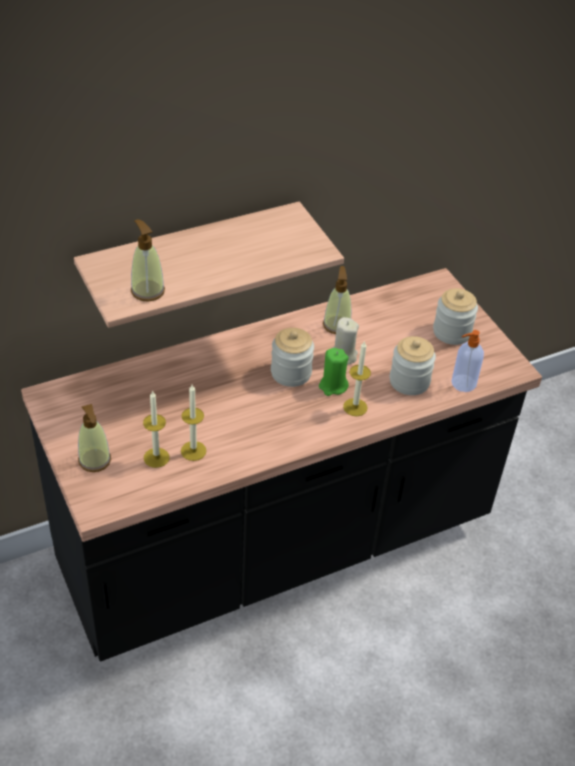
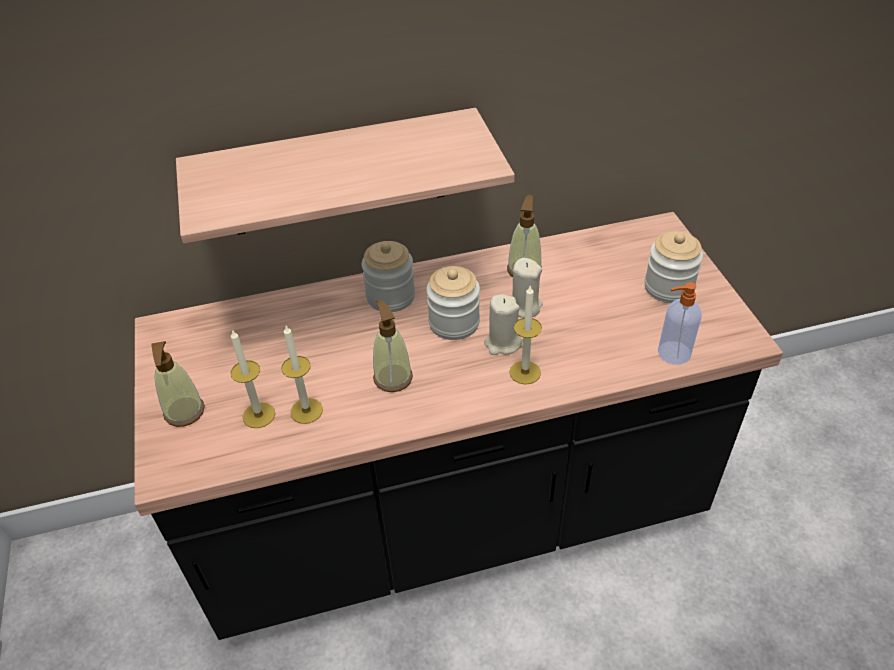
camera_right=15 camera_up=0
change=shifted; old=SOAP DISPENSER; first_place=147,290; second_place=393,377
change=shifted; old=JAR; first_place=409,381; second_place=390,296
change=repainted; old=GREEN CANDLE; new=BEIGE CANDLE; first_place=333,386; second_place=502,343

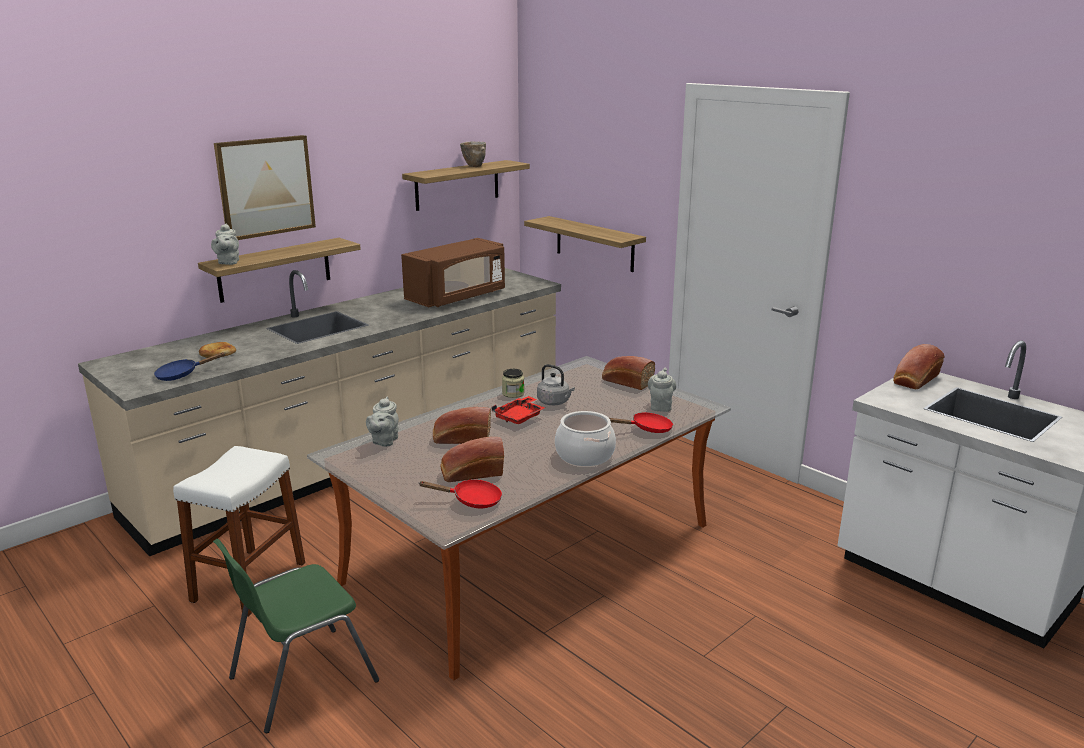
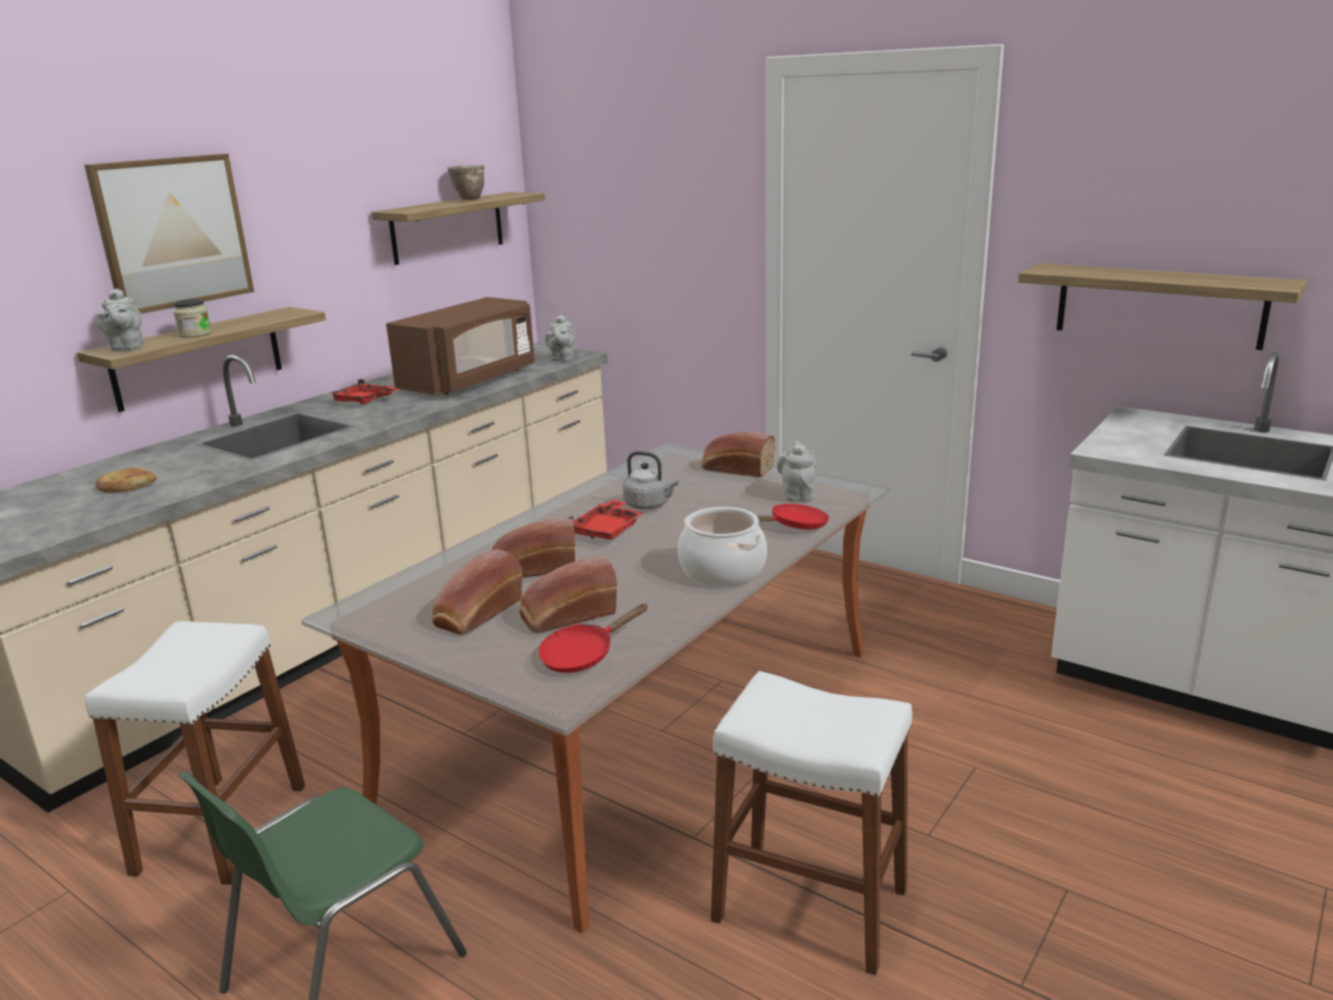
camera_right=-10 camera_up=0
change=gone; old=BLUE FRYING PAN; first_place=181,375
change=new; new=RED TRAY; second_place=364,401
change=new; new=WHITE STOOL; second_place=810,905
change=shifted; old=GREY TEAPOT; first_place=384,441; second_place=562,359
change=shifted; old=JAR; first_place=513,393; second_place=195,334
change=shifted; old=SHELF; first_place=594,244; second_place=1159,305
change=shifted; old=BREAD; first_place=915,380; second_place=477,614
change=rotated; old=RED FRYING PAN; first_place=472,500; second_place=583,655; degrees=150

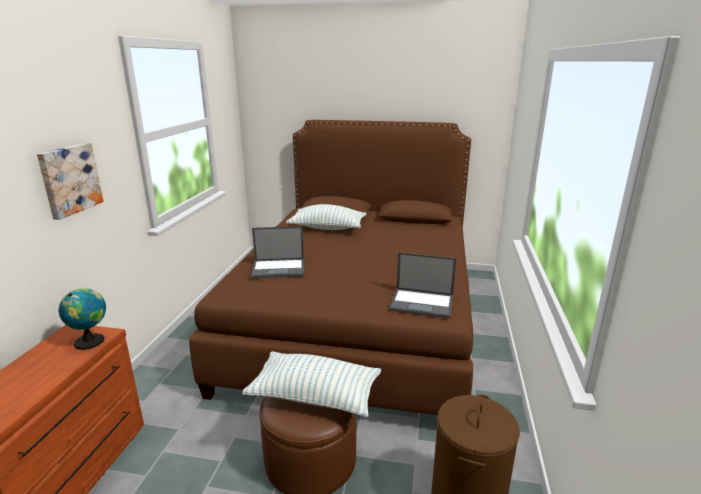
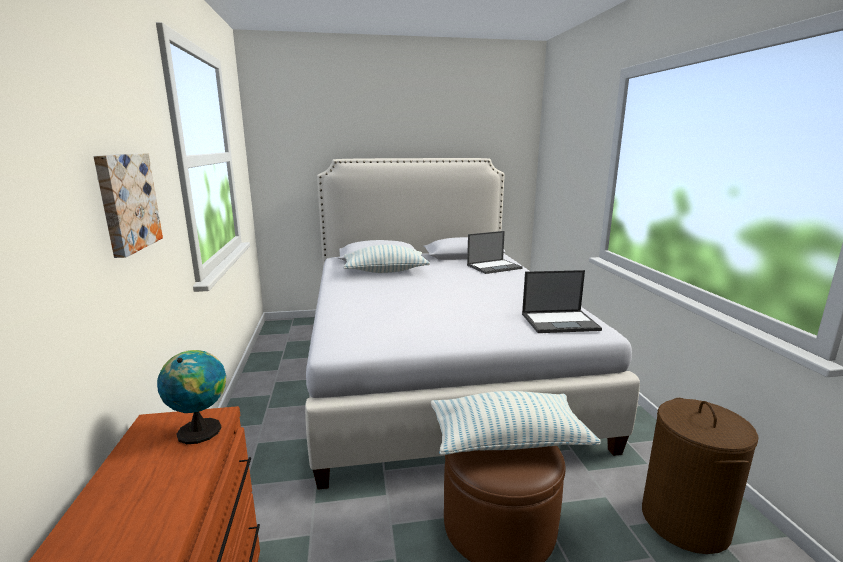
camera_right=-20 camera_up=-5
change=shifted; old=LAPTOP; first_place=279,268; second_place=494,267
change=repainted; old=BROWN BED; new=WHITE BED; first_place=357,319; second_place=434,367

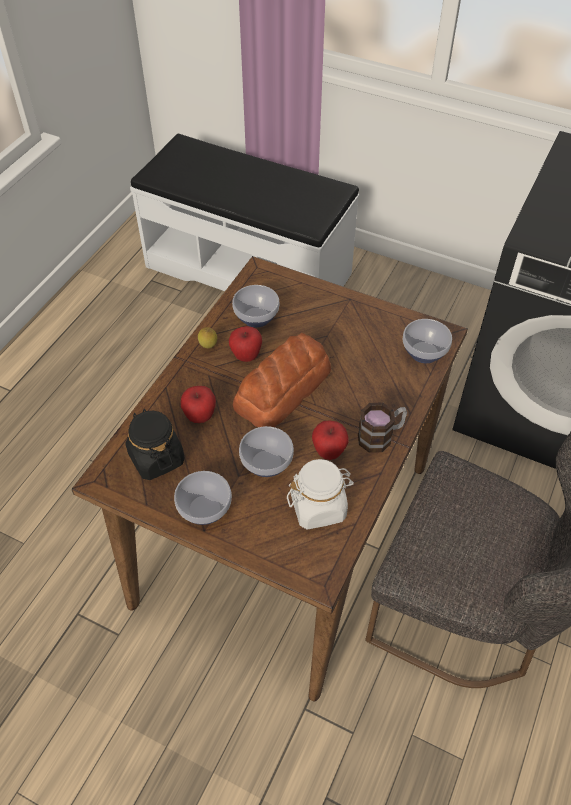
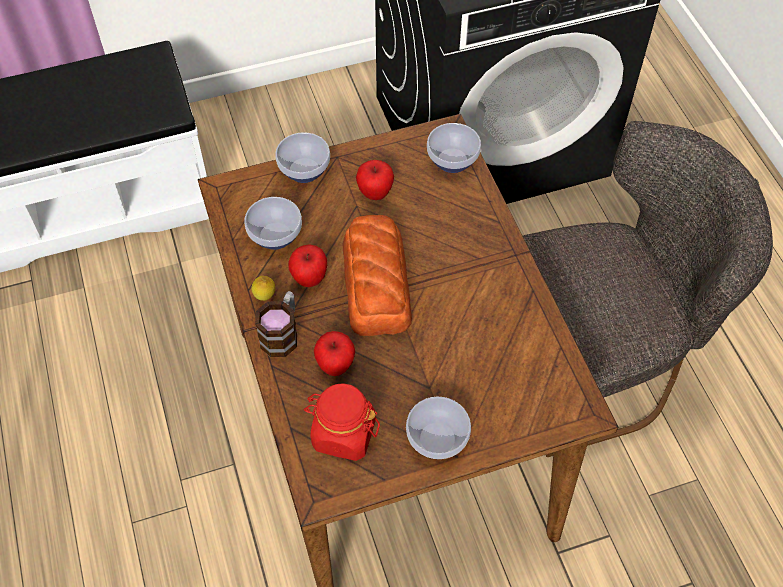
camera_right=-45 camera_up=5
change=gone; old=WHITE JAR; first_place=318,507
change=shifted; old=BOWL; first_place=265,464; second_place=304,172
change=shifted; old=APPLE; first_place=329,452; second_place=375,193
change=shifted; old=MUG; first_place=381,436; second_place=282,333
change=repainted; old=BLACK JAR; new=RED JAR; first_place=156,458; second_place=343,434

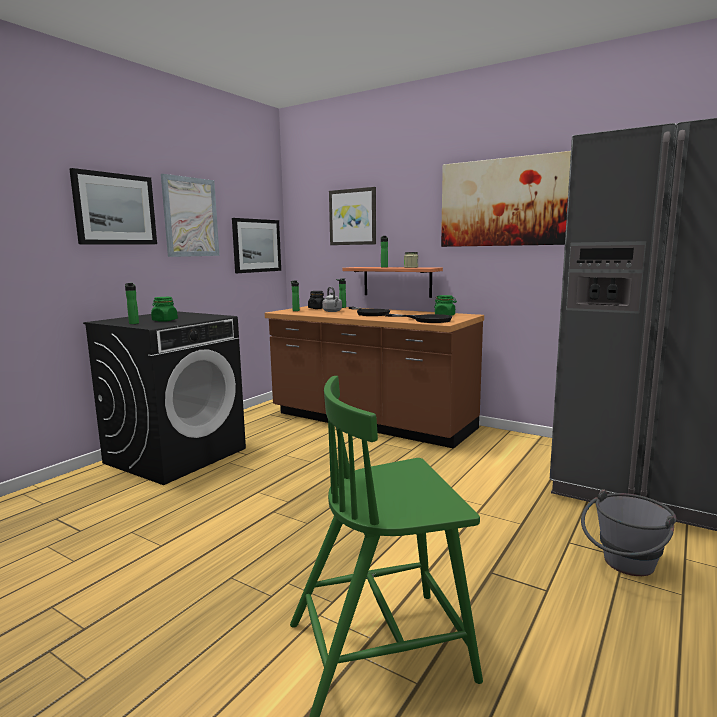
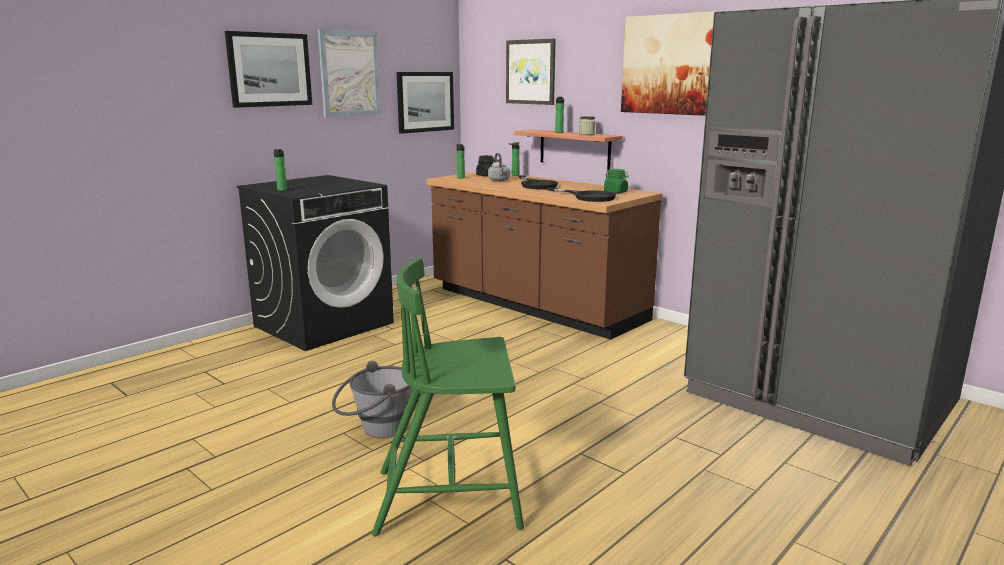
camera_right=10 camera_up=5
change=gone; old=GREEN JAR; first_place=164,320
change=shifted; old=GREY BUCKET; first_place=624,566; second_place=375,430

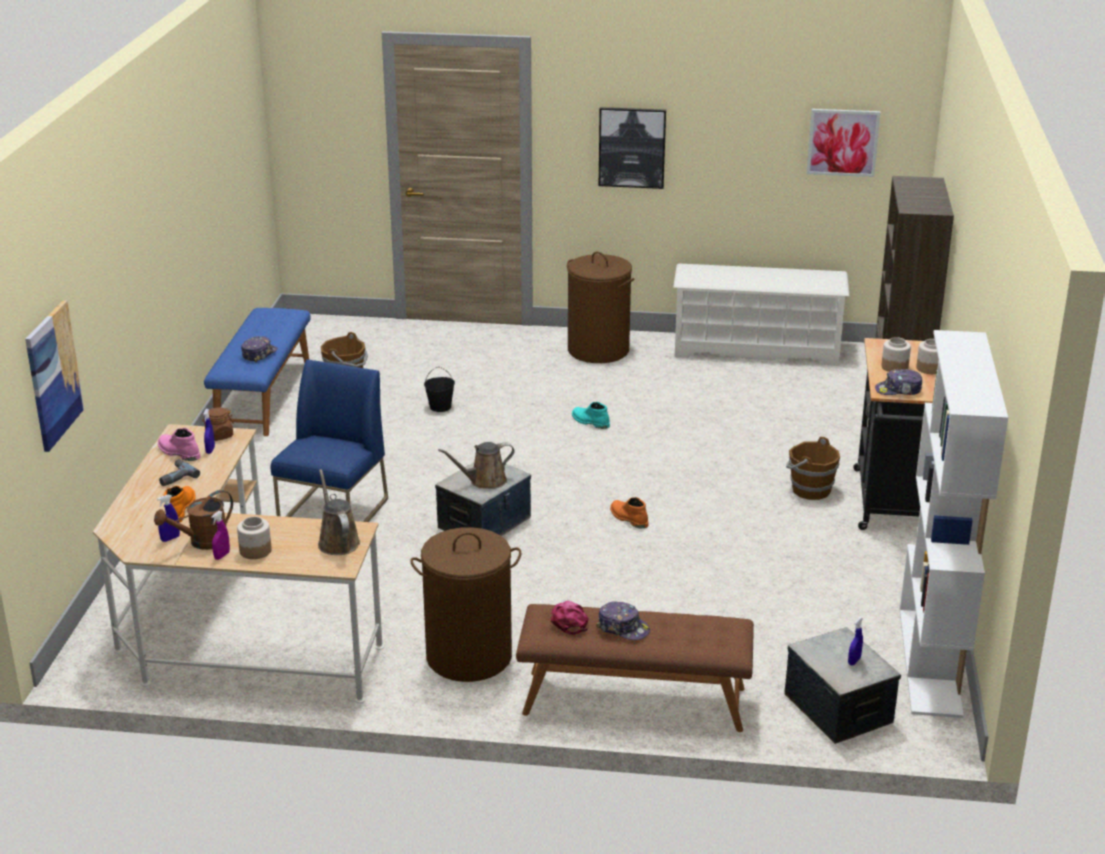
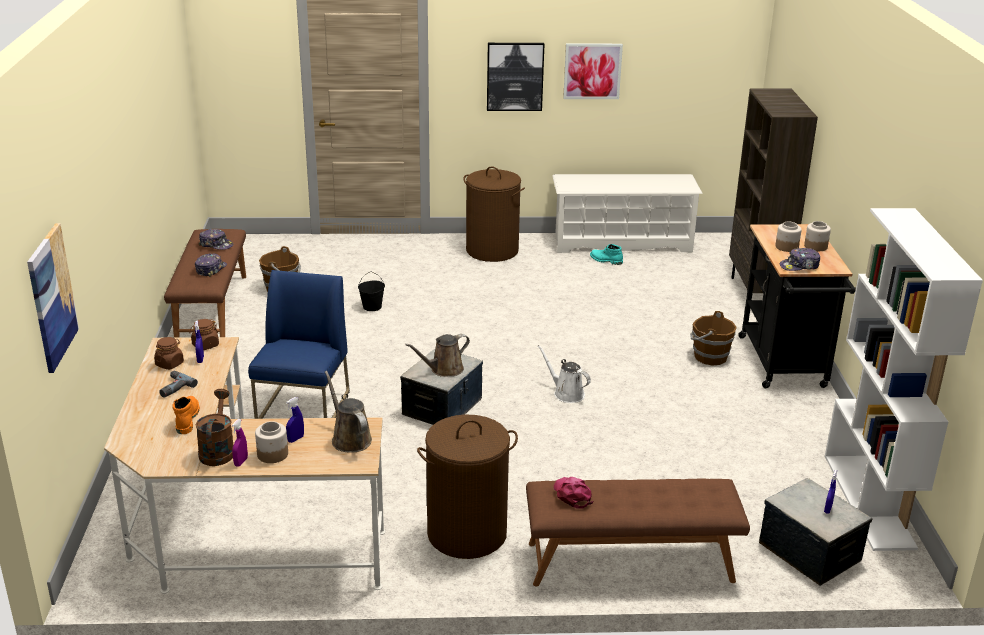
camera_right=-10 camera_up=0
change=shifted; old=BLUE SPRAY BOTTLE; first_place=170,539; second_place=295,439
change=shifted; old=TURQUOISE BOOT; first_place=589,422; second_place=605,260
change=shifted; old=CAP; first_place=623,628; second_place=216,245
change=shifted; old=PICTURE; first_place=843,142; second_place=592,71
change=swapped; old=PINK BOOT; new=BROWN JAR; first_place=178,452; second_place=169,364
change=swapped; old=ORANGE BOOT; new=WHITE WATERING CAN; first_place=628,518; second_place=566,393
change=repainted; old=BLUE BENCH; new=BROWN BENCH; first_place=263,396; second_place=211,307
change=rotated; old=BROWN WATERING CAN; first_place=202,542; second_place=217,450; degrees=135

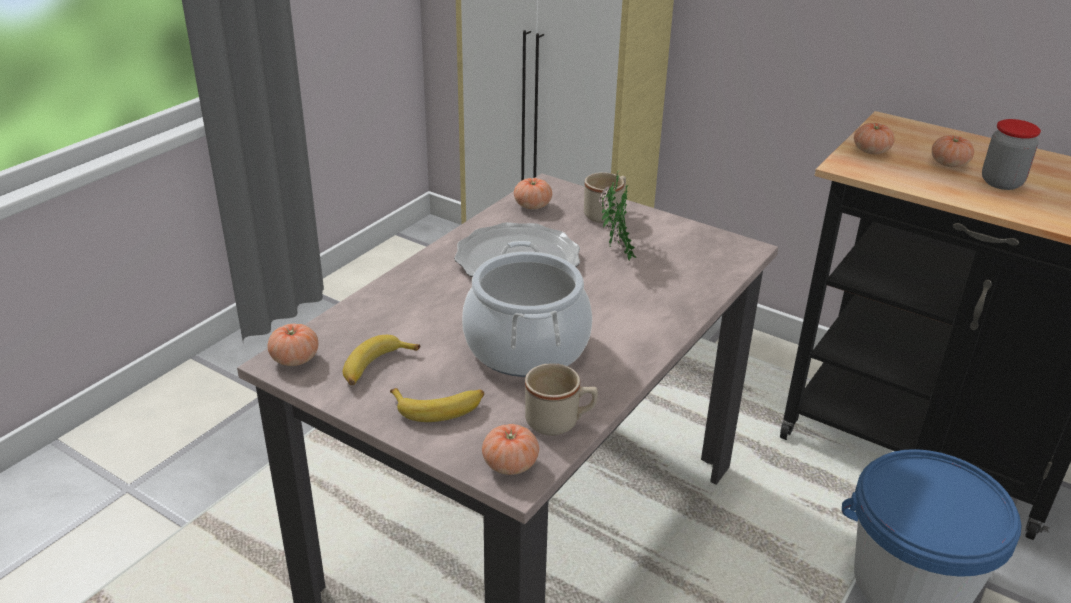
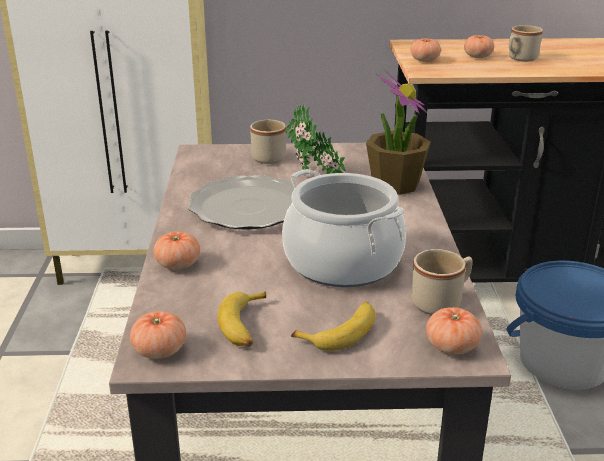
camera_right=-35 camera_up=-5
change=new; new=POTTED PLANT; second_place=395,184
change=shifted; old=TOMATO; first_place=532,205; second_place=178,264
change=swapped; old=JAR; new=BEIGE MUG; first_place=1001,183; second_place=520,59

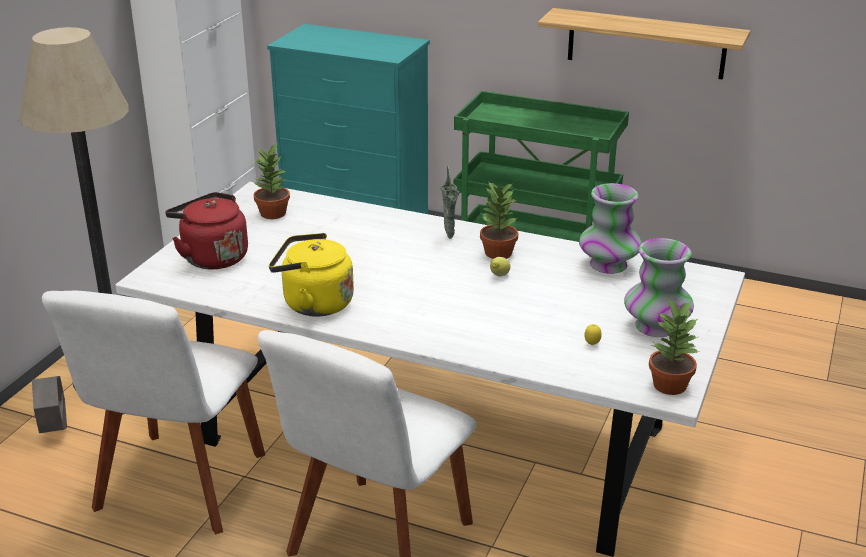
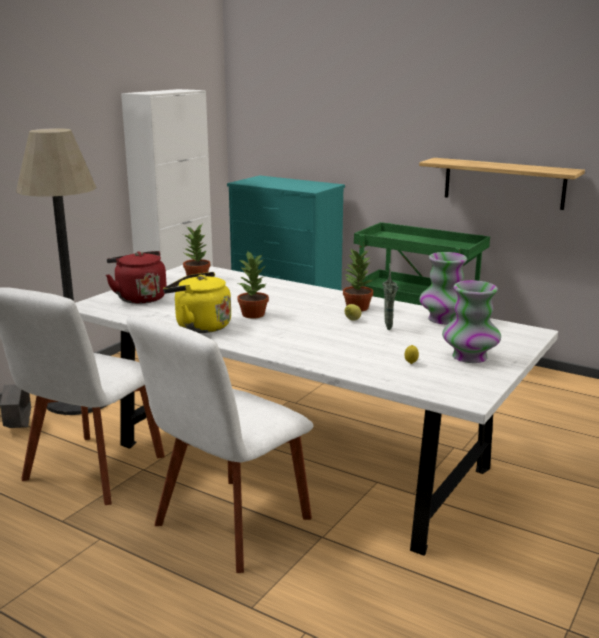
camera_right=10 camera_up=-10
change=shifted; old=GREEN VASE; first_place=449,238; second_place=388,329
change=shifted; old=POTTED PLANT; first_place=670,384; second_place=253,314

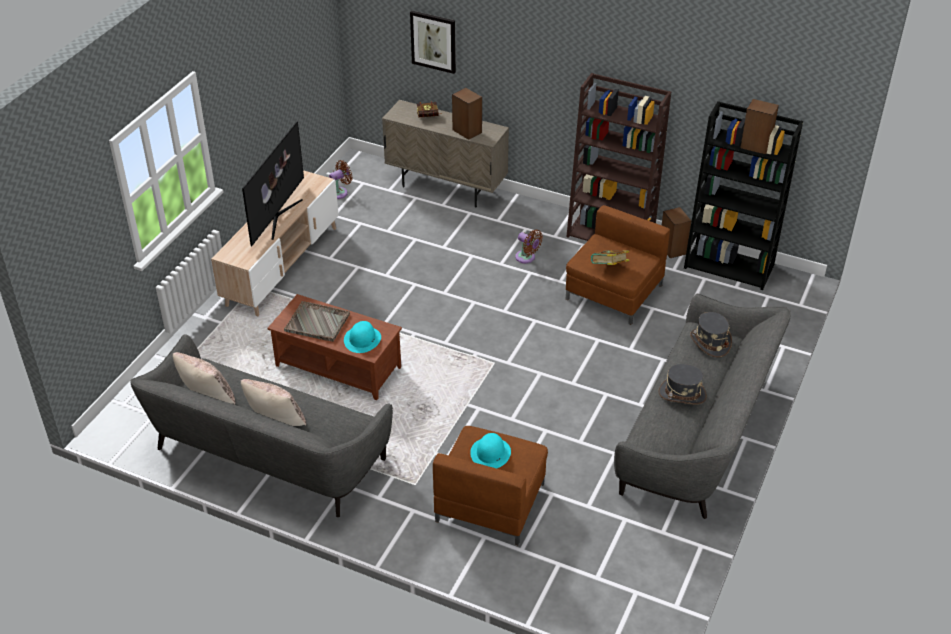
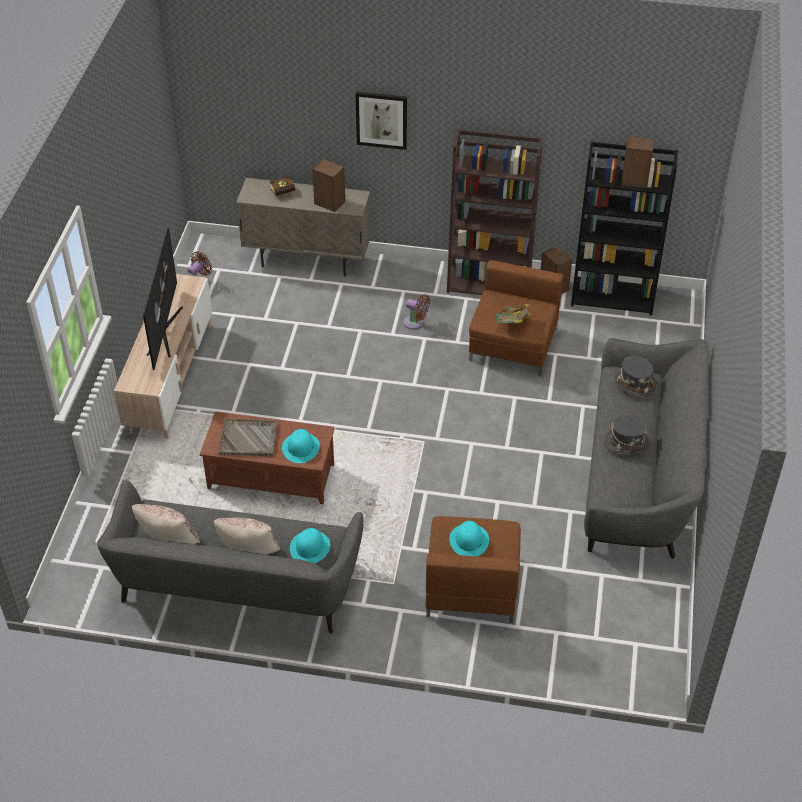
camera_right=-15 camera_up=5
change=new; new=TURQUOISE HAT; second_place=310,547
change=shifted; old=PICTURE; first_place=433,41; second_place=381,119

